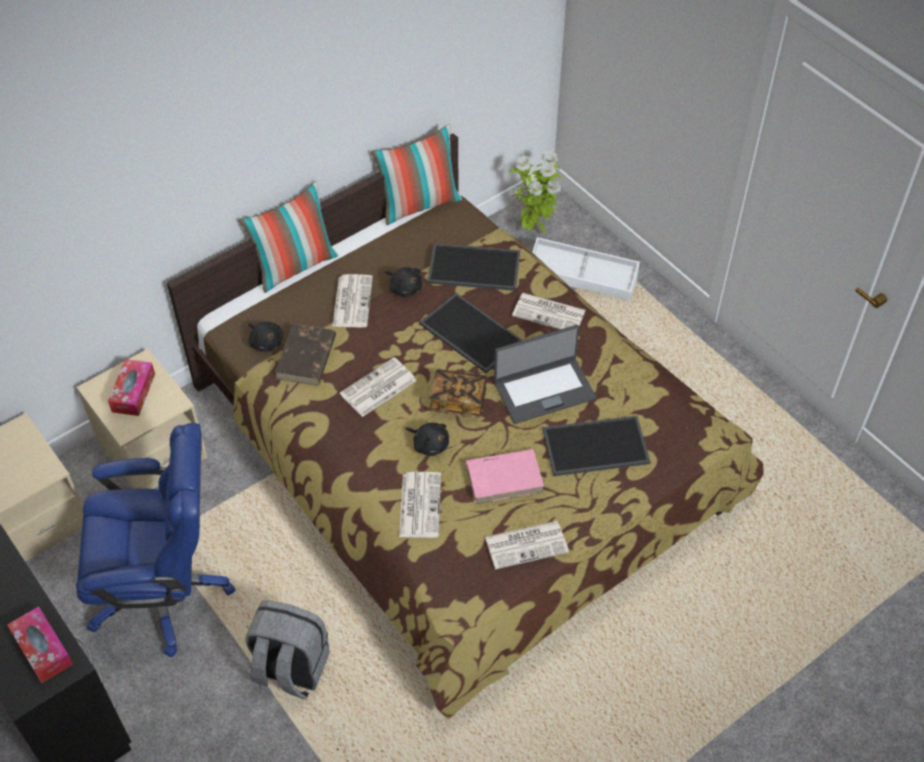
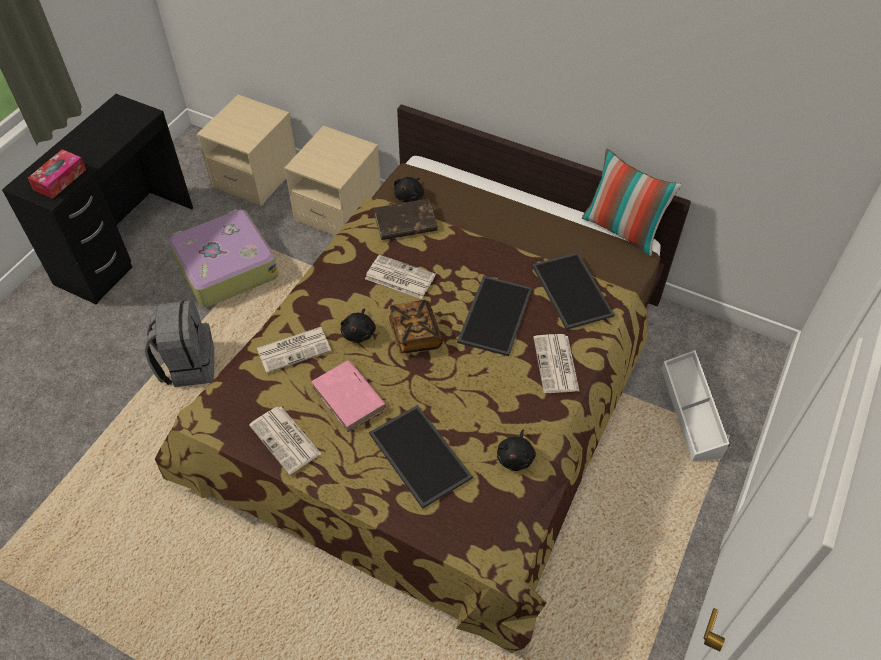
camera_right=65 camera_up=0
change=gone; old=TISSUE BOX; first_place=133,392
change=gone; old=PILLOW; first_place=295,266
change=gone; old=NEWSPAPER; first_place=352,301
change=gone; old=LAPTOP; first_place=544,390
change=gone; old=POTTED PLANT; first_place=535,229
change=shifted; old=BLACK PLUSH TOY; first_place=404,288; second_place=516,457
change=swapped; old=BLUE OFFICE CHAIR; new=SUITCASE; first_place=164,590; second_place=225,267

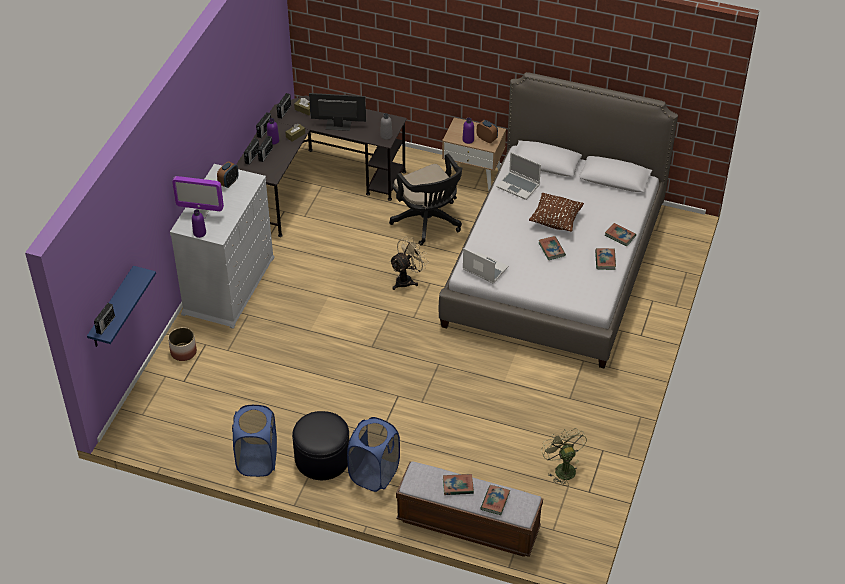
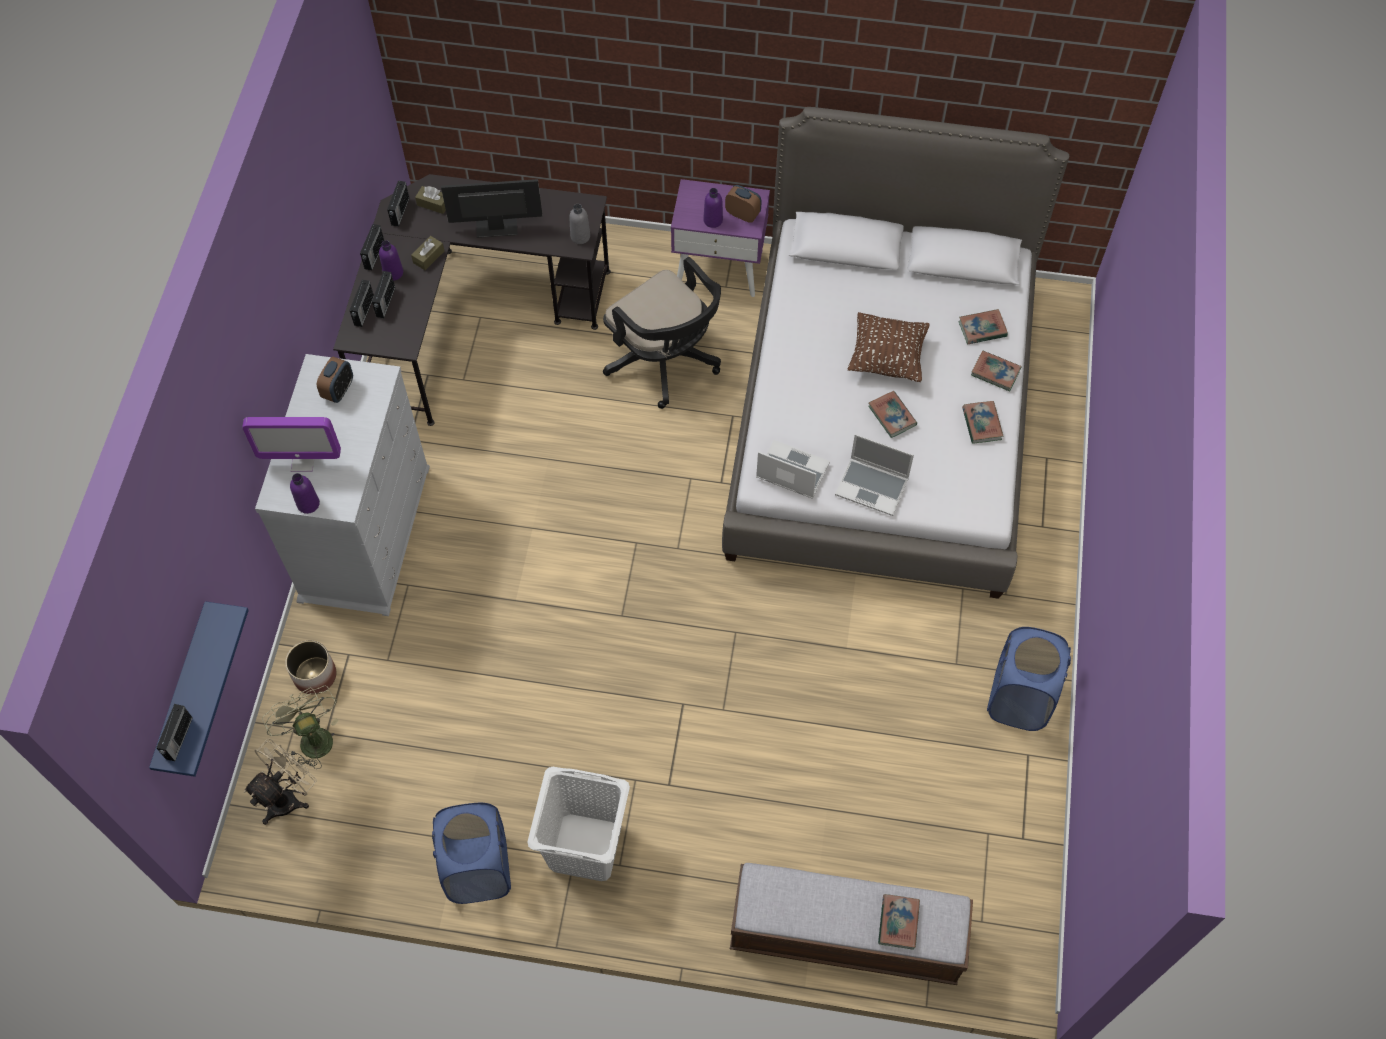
camera_right=-10 camera_up=15
change=shifted; old=BLUE LAUNDRY BASKET; first_place=374,474; second_place=1019,699
change=shifted; old=BEIGE FAN; first_place=407,280; second_place=288,796
change=shifted; old=BOOK; first_place=458,486; second_place=982,329
change=shifted; old=LAPTOP; first_place=518,186; second_place=873,487
change=shifted; old=GREEN FAN; first_place=562,468; second_place=312,737
change=swapped; old=BLACK OTTOMAN; new=WHITE LAUNDRY BASKET; first_place=322,458; second_place=584,847
change=repainted; old=BEIGE NIGHTSTAND; new=PURPLE NIGHTSTAND; first_place=473,178; second_place=719,268

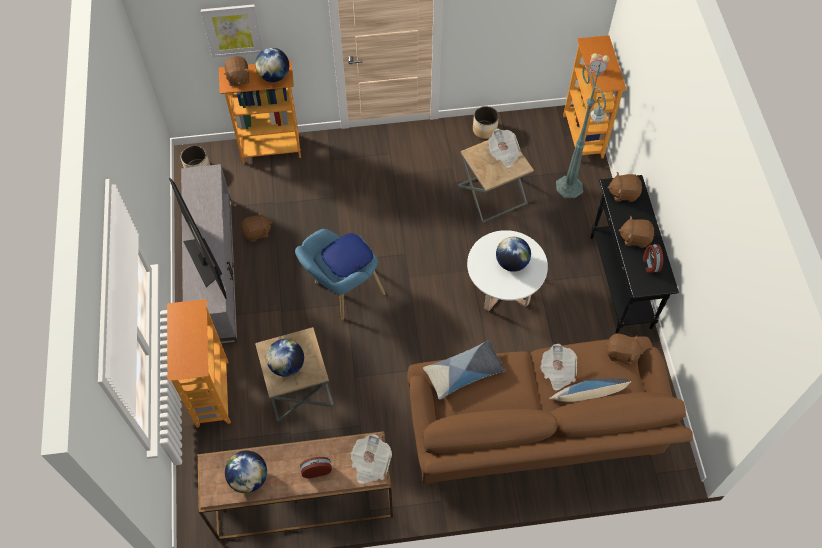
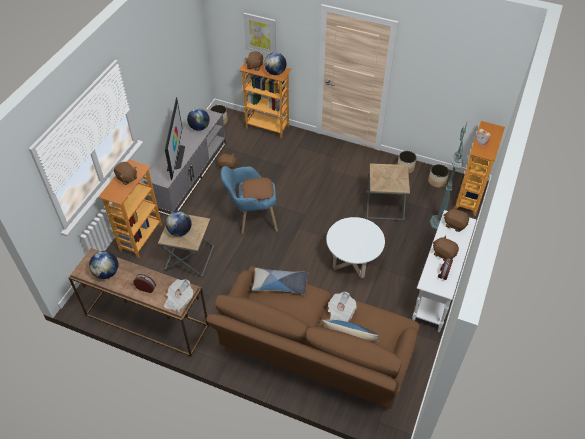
camera_right=30 camera_up=-10
change=gone; old=NEWSPAPER; first_place=503,153
change=new; new=PLANTER; second_place=437,181
change=shifted; old=GLOBE; first_place=511,263; second_place=199,127
change=shifted; old=BROWN PLUSH TOY; first_place=621,354; second_place=127,178
change=repainted; old=BLUE PILLOW; new=BROWN PILLOW; first_place=347,258; second_place=257,191
change=repainted; old=BLACK CONSOLE TABLE; new=WHITE CONSOLE TABLE; first_place=620,282; second_place=436,293

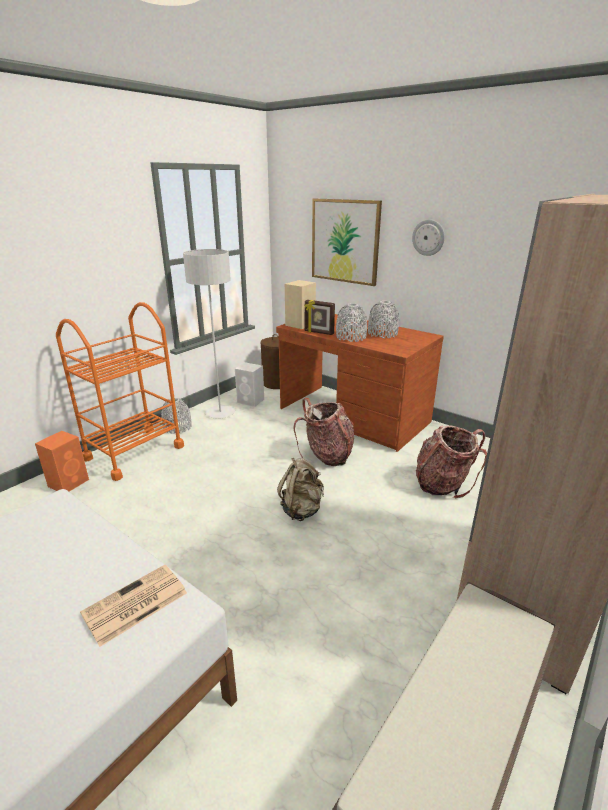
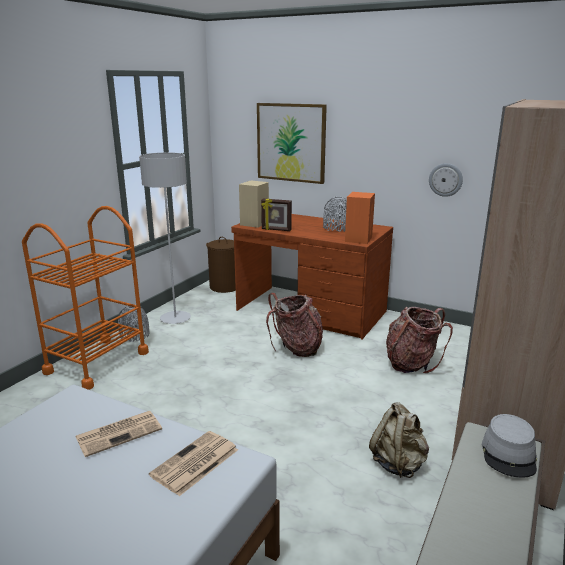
camera_right=-10 camera_up=-5
change=gone; old=WHITE SPEAKER; first_place=251,401
change=gone; old=GREY VASE; first_place=351,337
change=new; new=NEWSPAPER; second_place=120,433
change=new; new=GREY HAT; second_place=509,454
change=shifted; old=ORANGE SPEAKER; first_place=69,482; second_place=358,239
change=shifted; old=BEIGE BACKPACK; first_place=302,509; second_place=398,463
change=shifted; old=WALL CLOCK; first_place=428,237; second_place=445,179

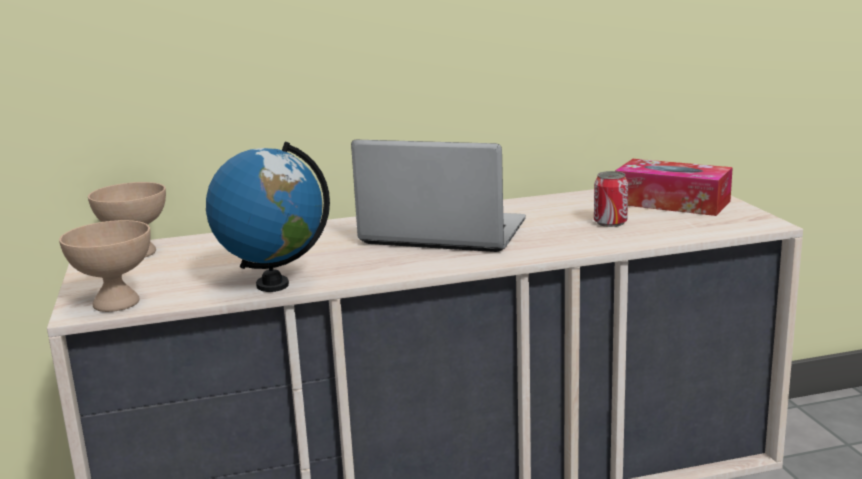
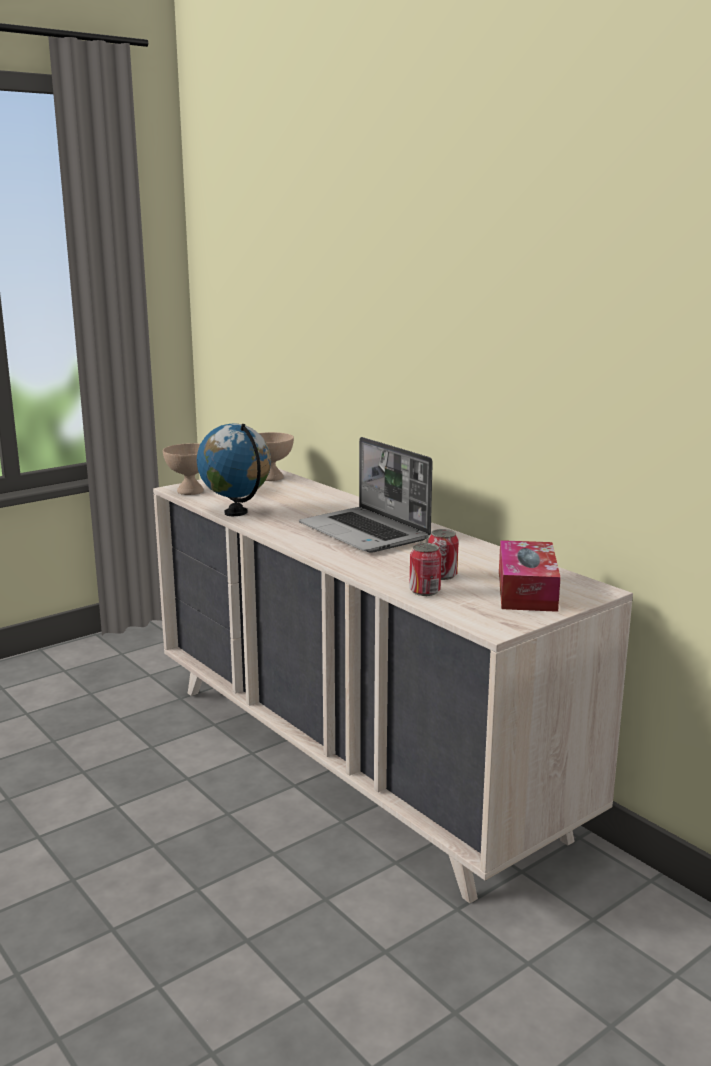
camera_right=65 camera_up=0
change=new; new=CAN; second_place=424,591
change=rotated; old=LAPTOP; first_place=441,234; second_place=366,533; degrees=150

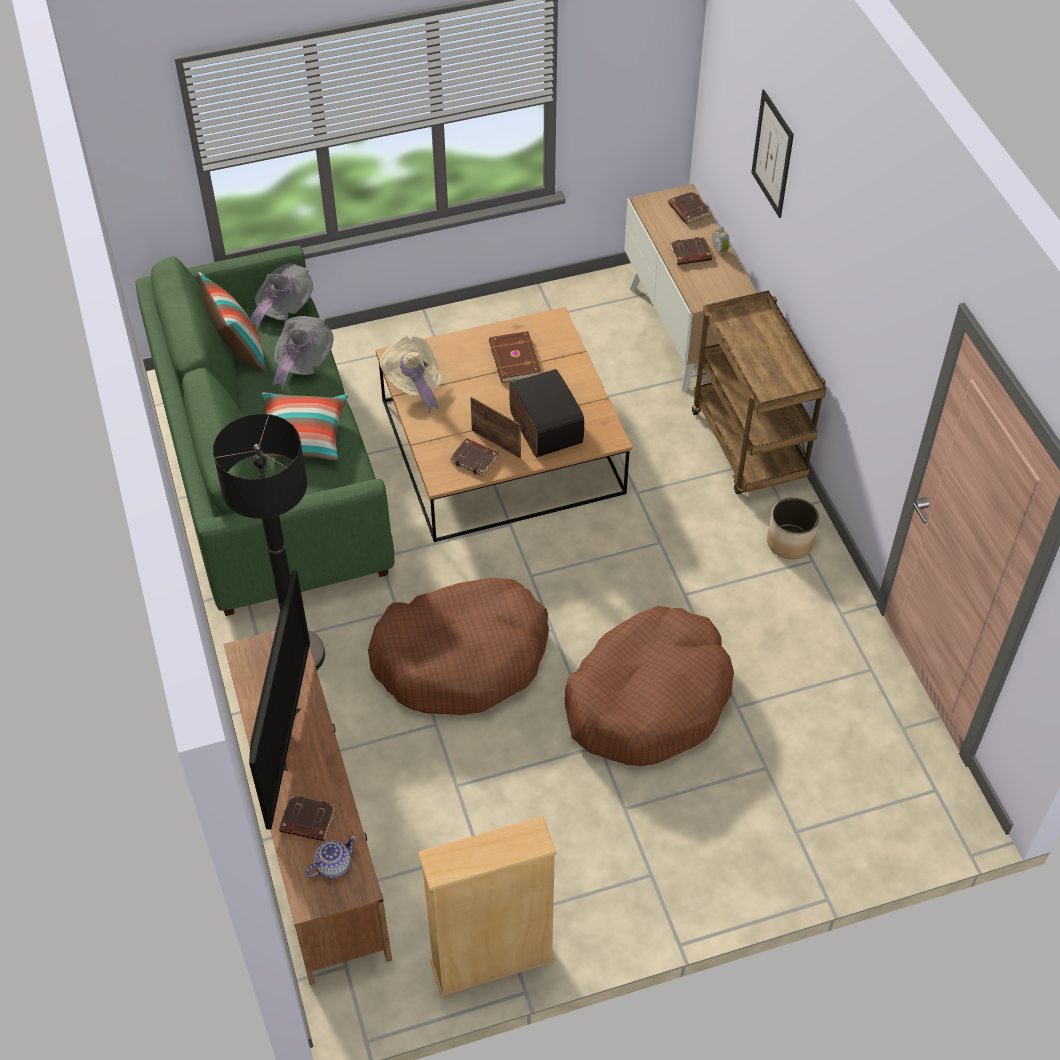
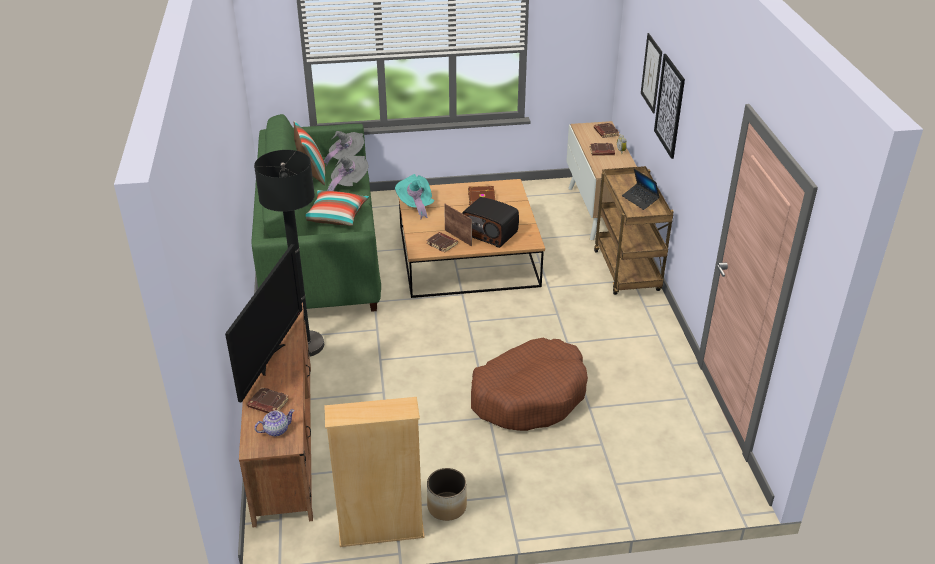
camera_right=10 camera_up=-15
change=gone; old=BROWN DOG BED; first_place=462,658
change=new; new=LAPTOP; second_place=640,200
change=new; new=PICTURE; second_place=669,106
change=shifted; old=PLANTER; first_place=790,542; second_place=447,506
change=repainted; old=BEIGE HAT; new=TURQUOISE HAT; first_place=414,385; second_place=415,206
change=rotated; old=RADIO; first_place=544,428; second_place=490,233; degrees=135

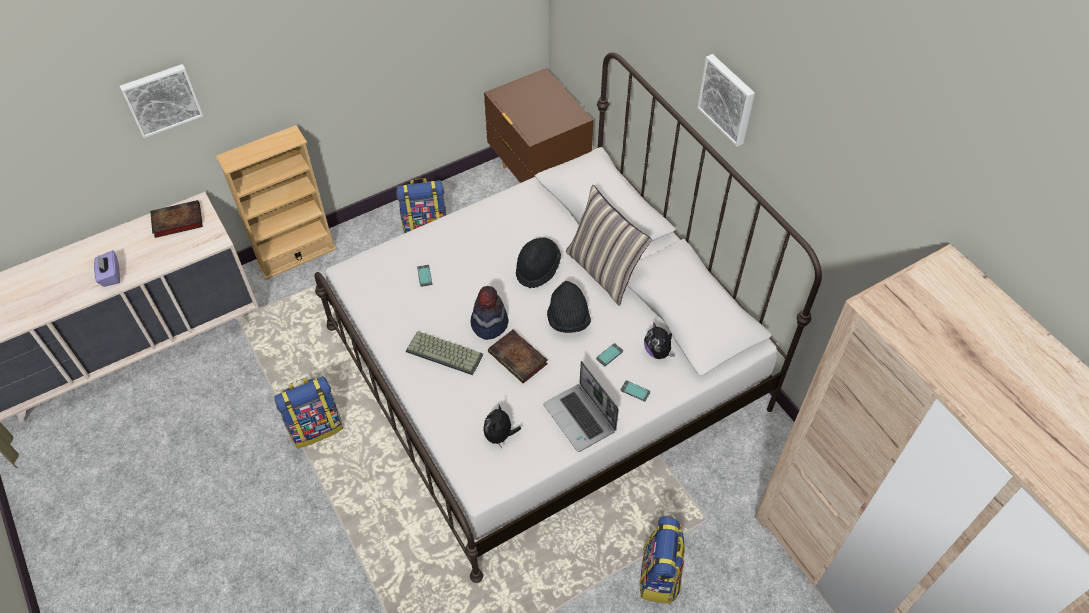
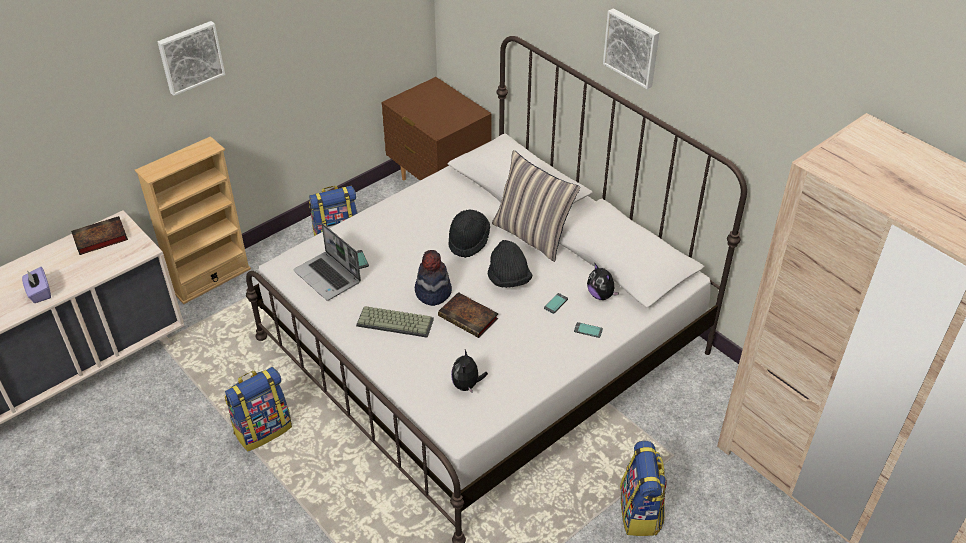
camera_right=-10 camera_up=-10
change=shifted; old=PICTURE; first_place=161,99; second_place=190,57
change=shifted; old=LAPTOP; first_place=580,418; second_place=328,277

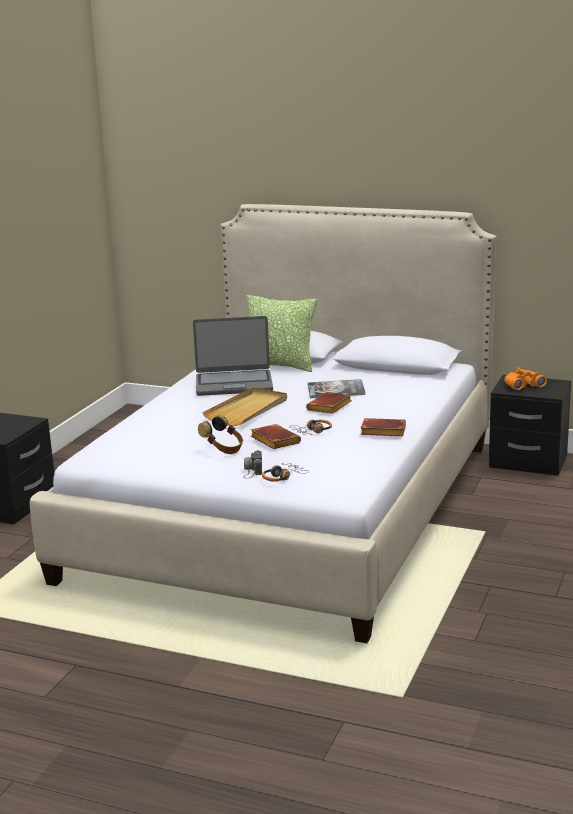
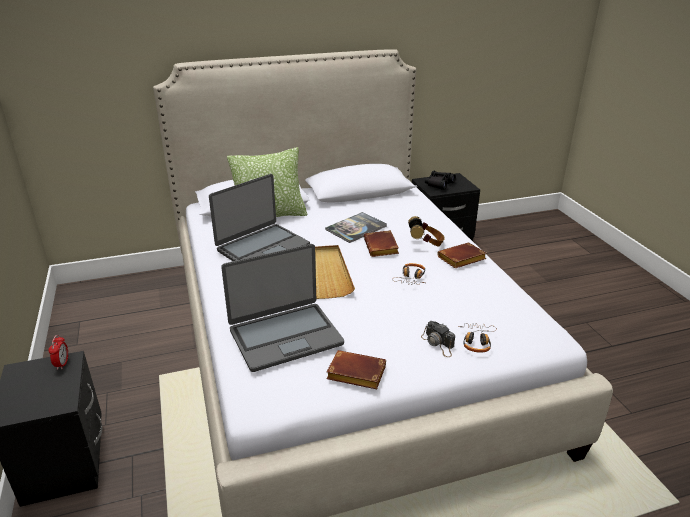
camera_right=-40 camera_up=10
change=new; new=ALARM CLOCK; second_place=62,364
change=new; new=LAPTOP; second_place=285,336
change=shifted; old=HEADPHONES; first_place=223,449; second_place=426,244
change=shifted; old=BROWN BOOK; first_place=273,441; second_place=354,374
change=repainted; old=ORANGE BINOCULARS; new=BLACK BINOCULARS; first_place=523,385; second_place=439,184

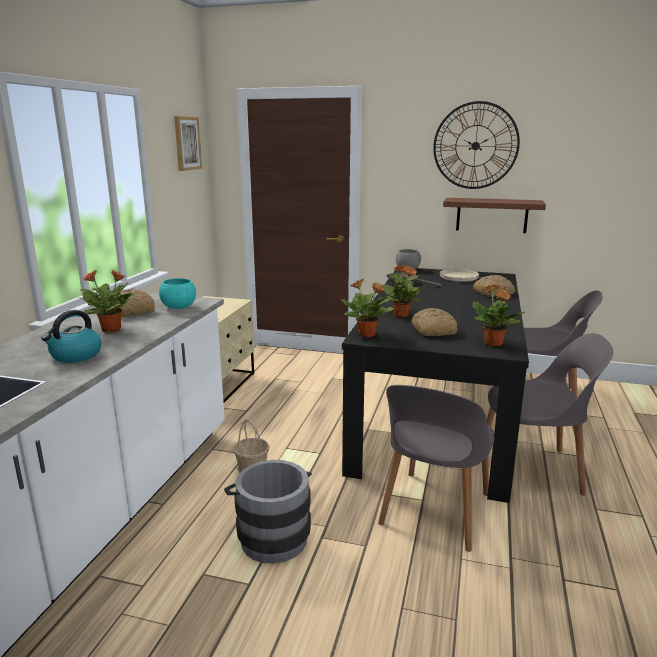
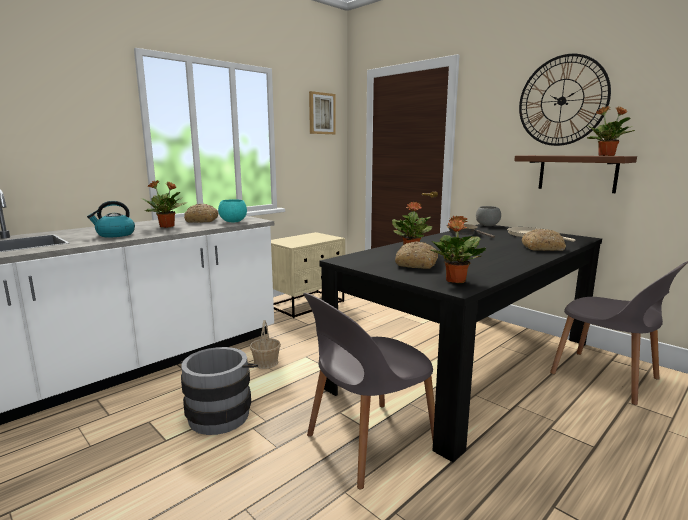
camera_right=30 camera_up=-5
change=gone; old=GREY CHAIR; first_place=532,469
change=shifted; old=POTTED PLANT; first_place=367,335; second_place=606,155

